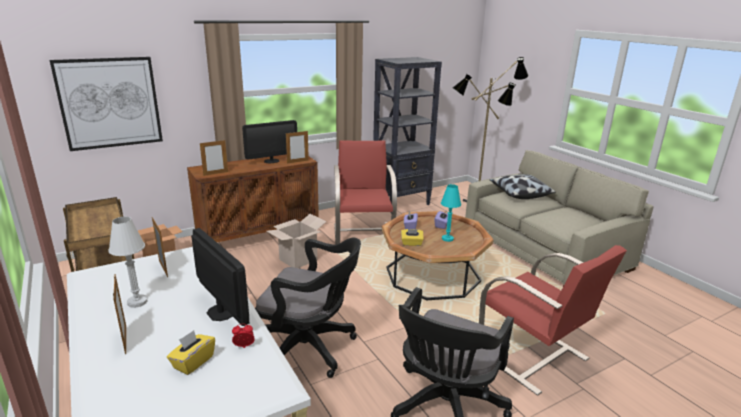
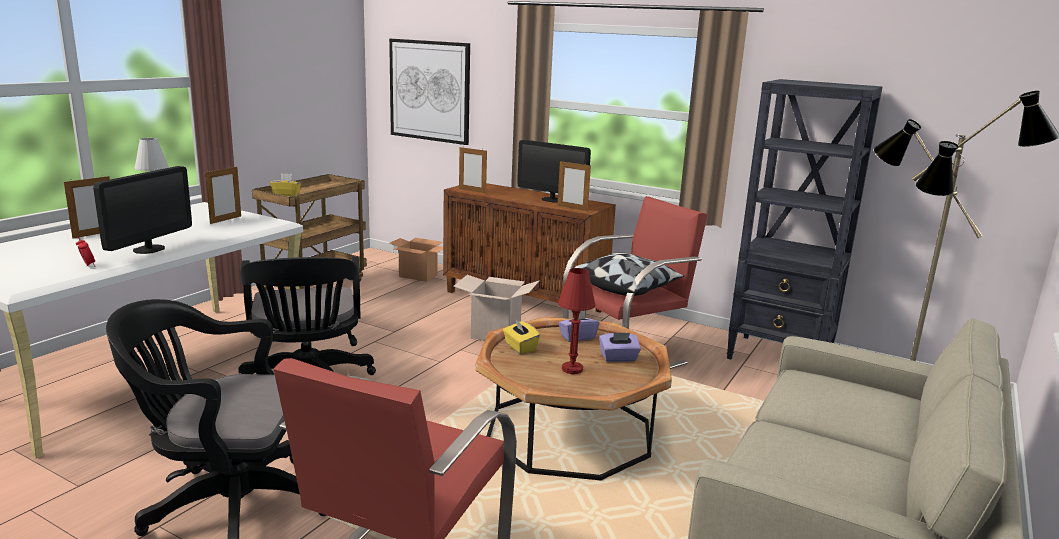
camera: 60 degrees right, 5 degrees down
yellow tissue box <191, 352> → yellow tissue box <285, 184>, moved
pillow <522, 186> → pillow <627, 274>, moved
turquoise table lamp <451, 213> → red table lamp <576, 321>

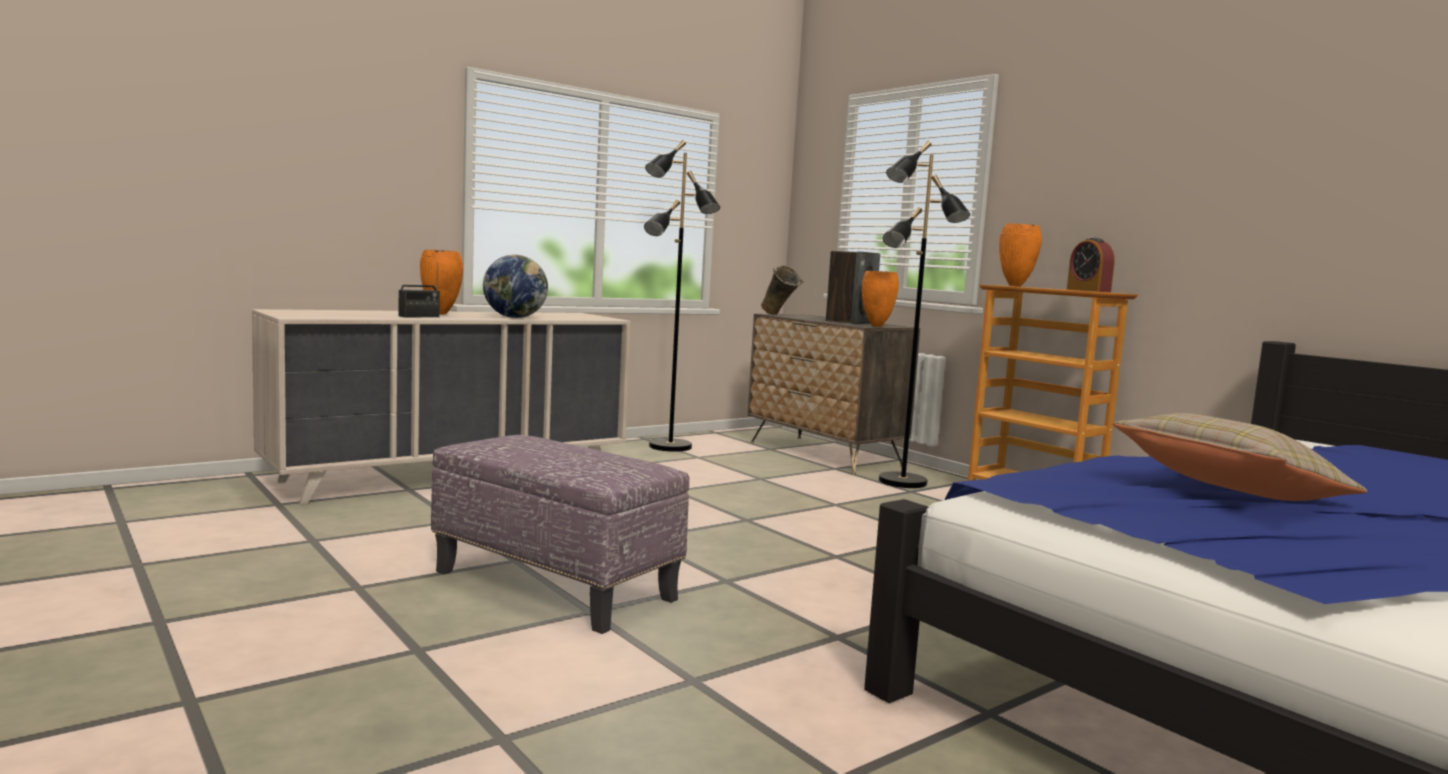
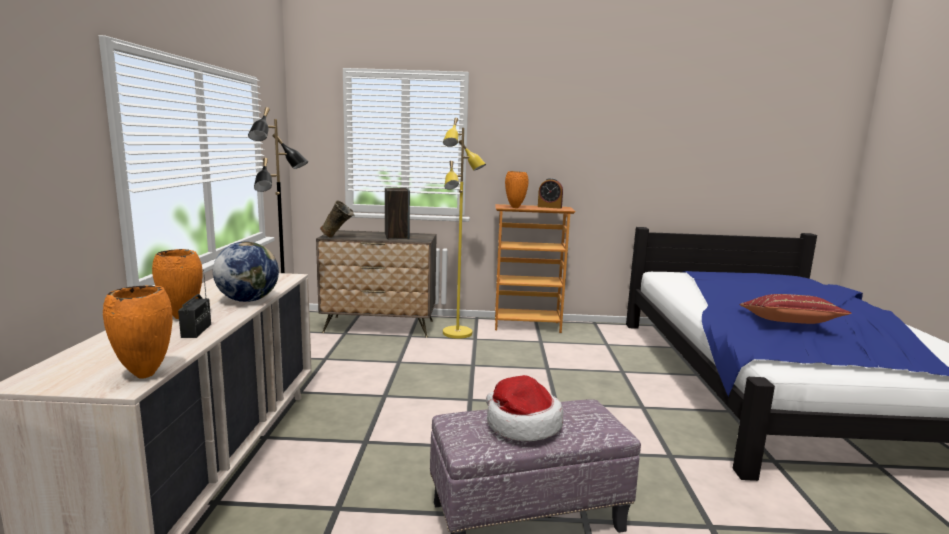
camera: 50 degrees left, 5 degrees up
- → hat <524, 408>
orange vase <880, 299> → orange vase <137, 332>, moved
black floor lamp <924, 314> → yellow floor lamp <464, 228>
beige pillow <1240, 457> → red pillow <795, 309>

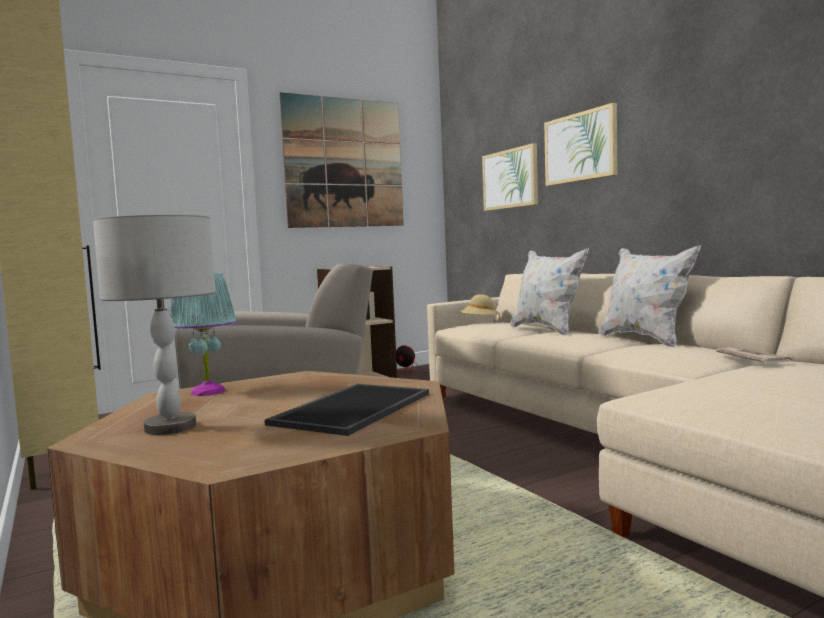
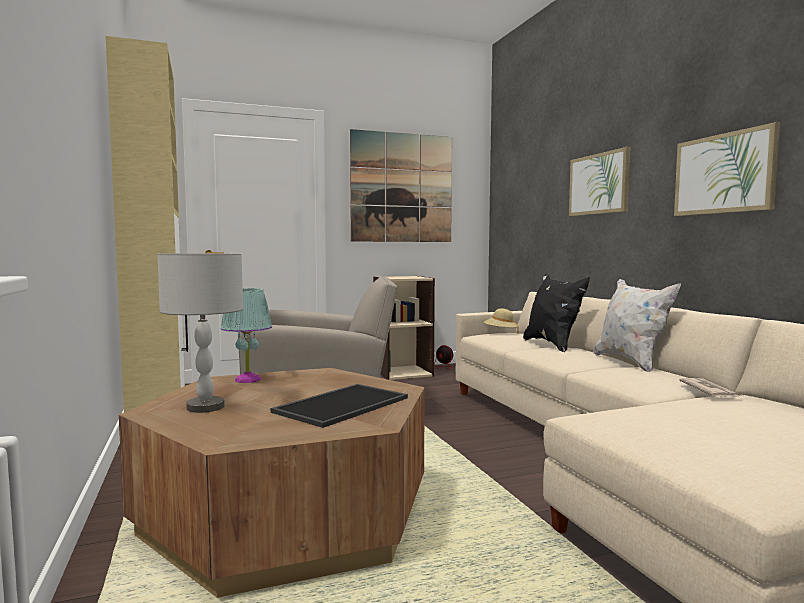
camera: 10 degrees right, 0 degrees up
picture <510, 177> → picture <727, 169>, moved
white pillow <549, 292> → black pillow <556, 313>

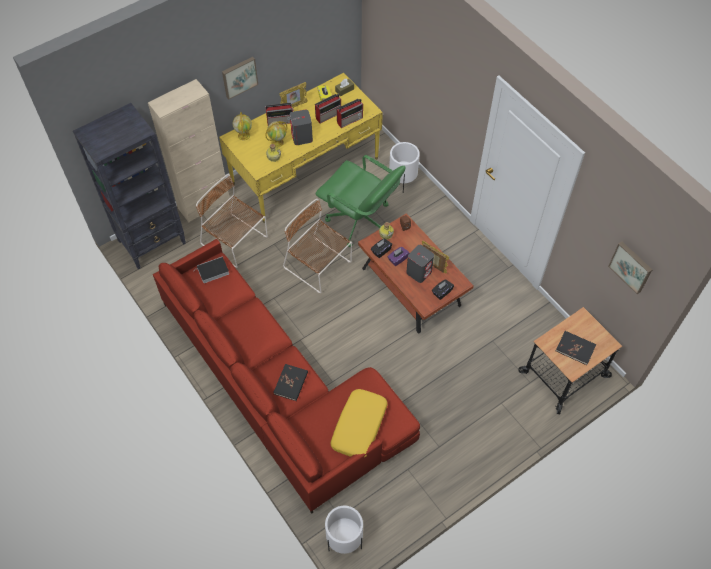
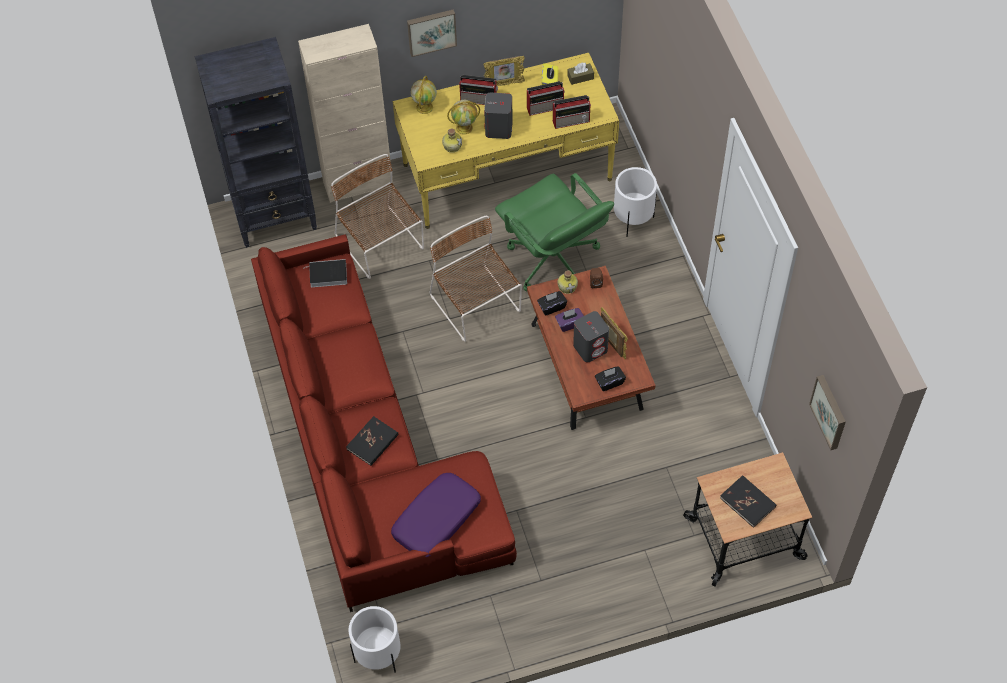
camera: 20 degrees right, 0 degrees up
yellow pillow <359, 423> → purple pillow <436, 515>

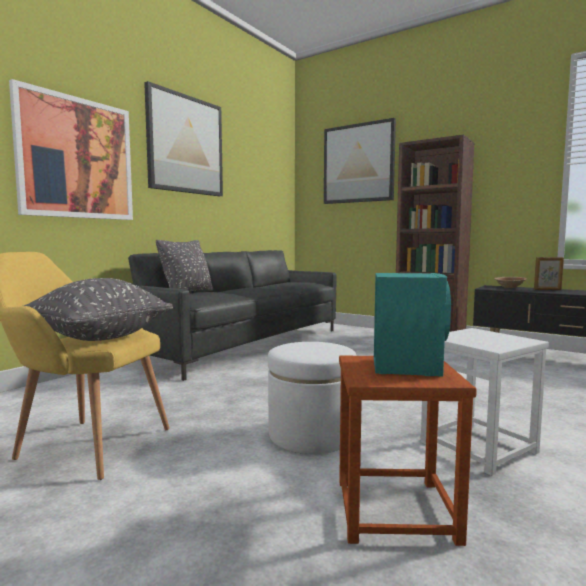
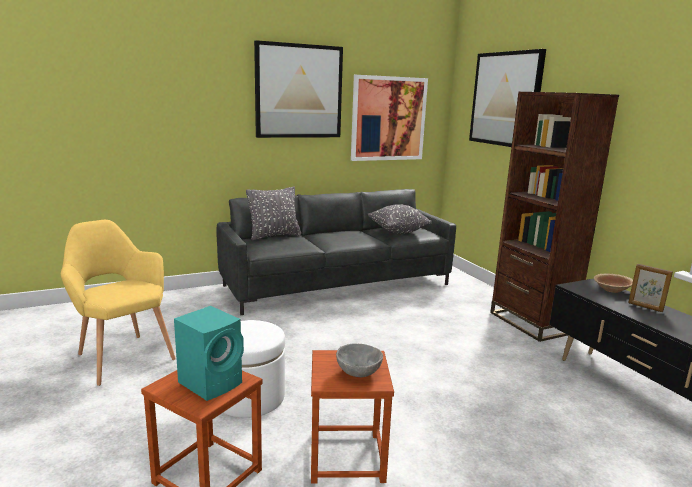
camera: 30 degrees right, 10 degrees up
- → grey bowl <359, 360>
picture <71, 149> → picture <389, 118>, moved
grey pillow <98, 309> → grey pillow <400, 218>, moved
white stool <485, 402> → brown stool <352, 417>

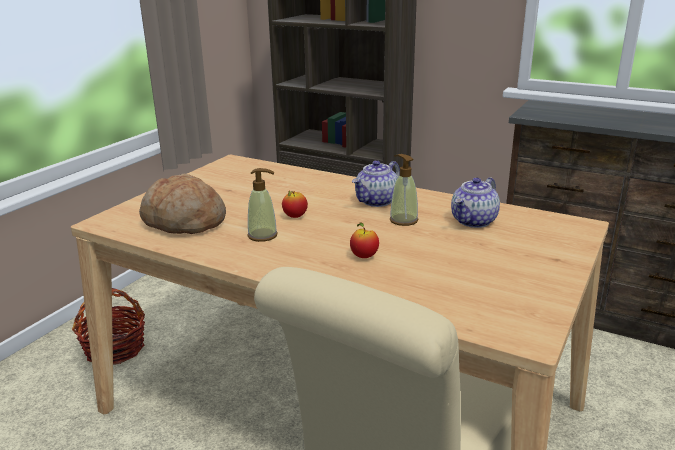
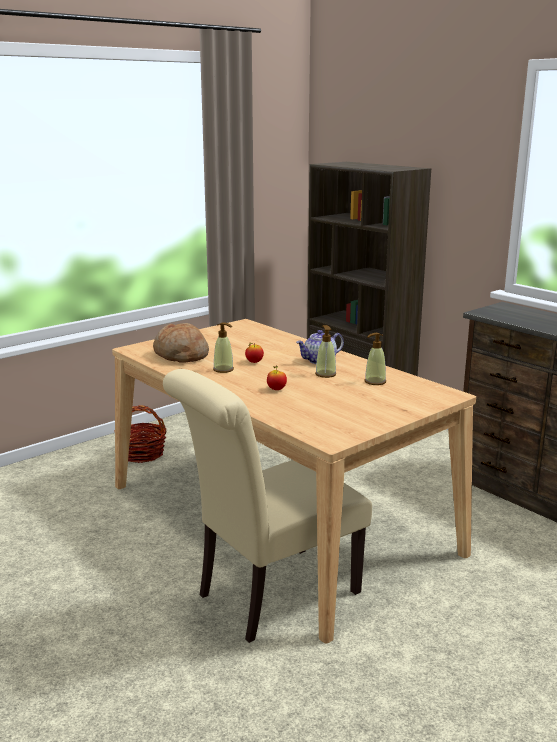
camera: 20 degrees right, 5 degrees down
teapot <475, 202> → soap dispenser <375, 359>

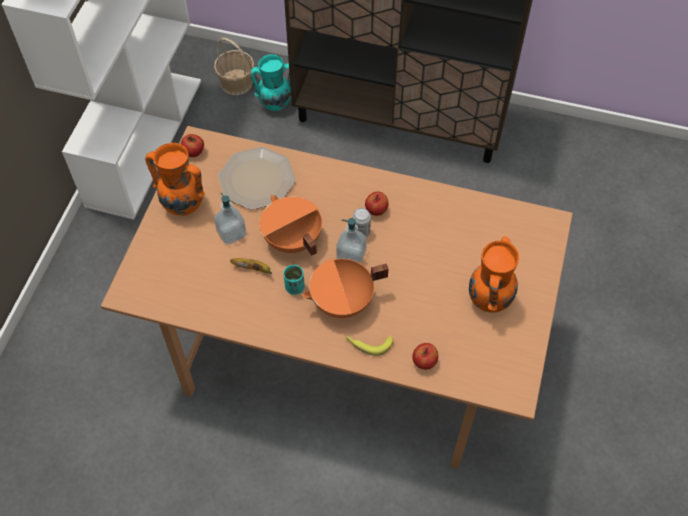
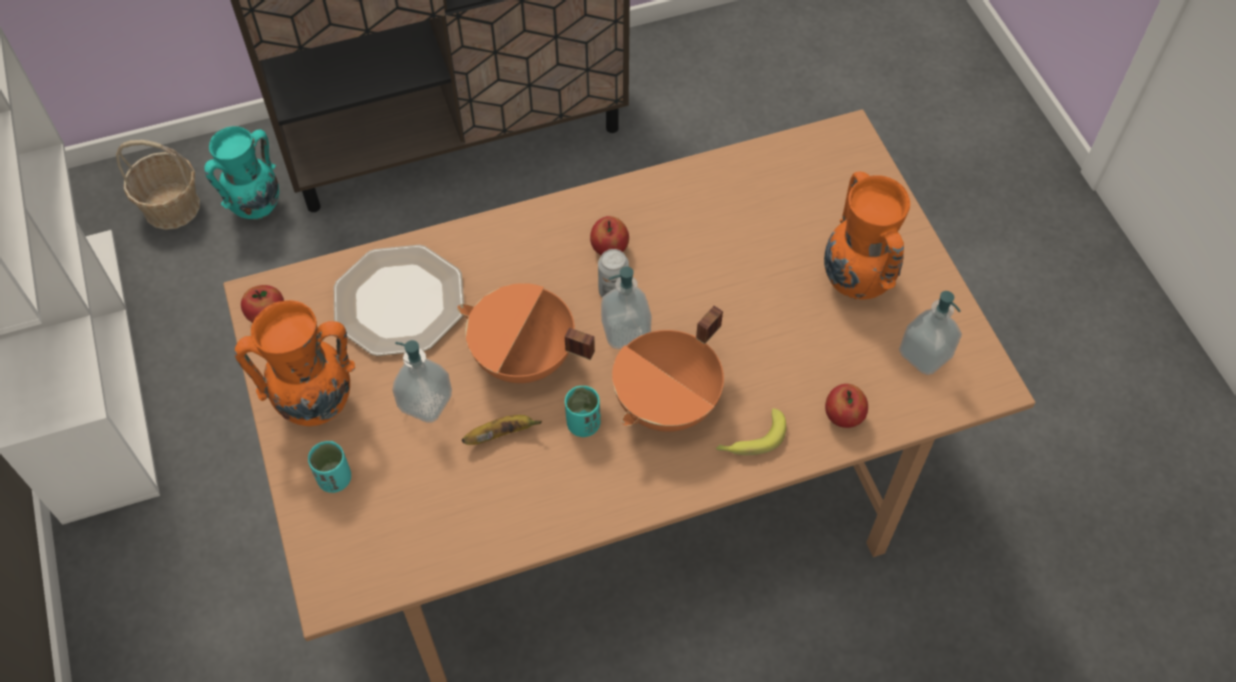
camera: 35 degrees left, 0 degrees up
- → turquoise cup <329, 467>
- → soap dispenser <930, 333>

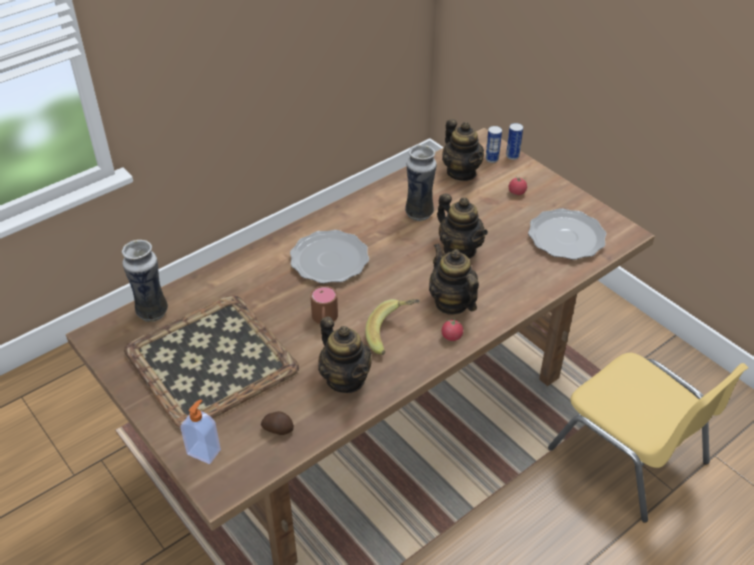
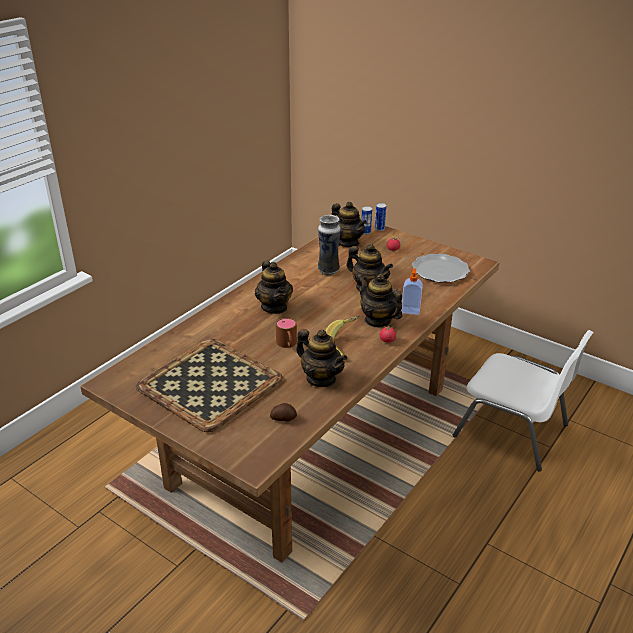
camera: 15 degrees left, 10 degrees down
vase <145, 281> → -
soap dispenser <200, 431> → soap dispenser <412, 291>, moved
plate <329, 256> → teapot <274, 287>
yellow chair <648, 438> → white chair <523, 401>

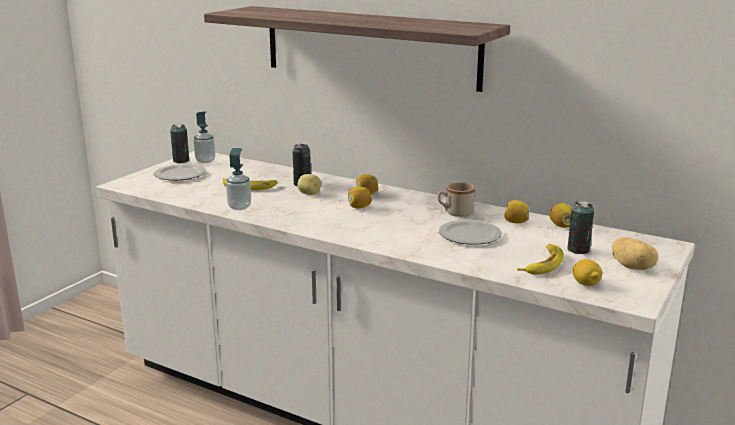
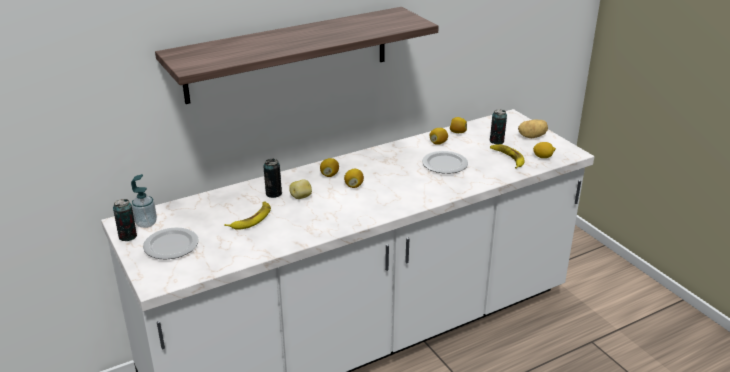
camera: 60 degrees left, 10 degrees up
soap dispenser <238, 179> → -
beige mug <456, 199> → -

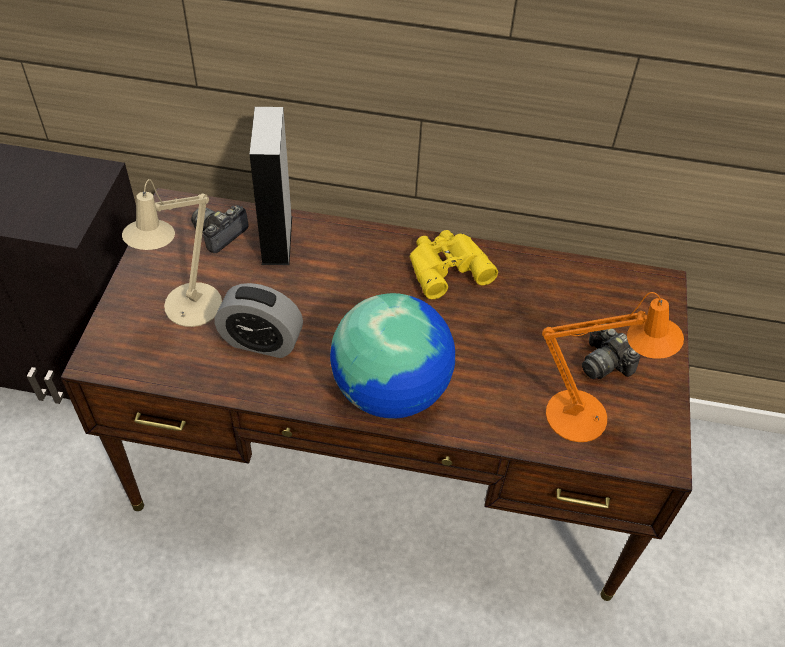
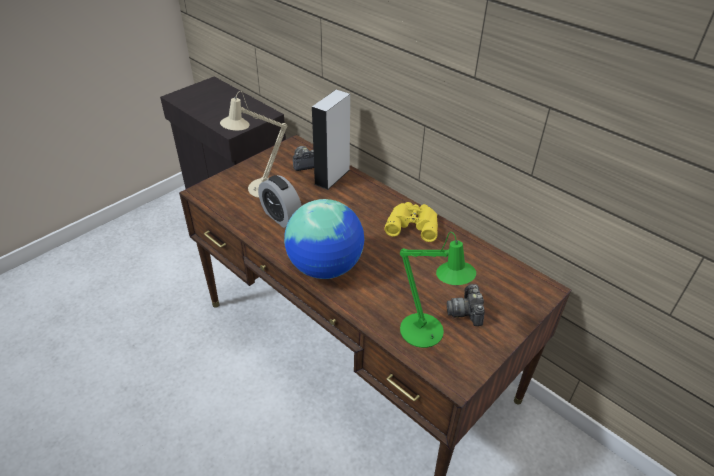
camera: 35 degrees right, 10 degrees down
orange table lamp <613, 367> → green table lamp <438, 290>

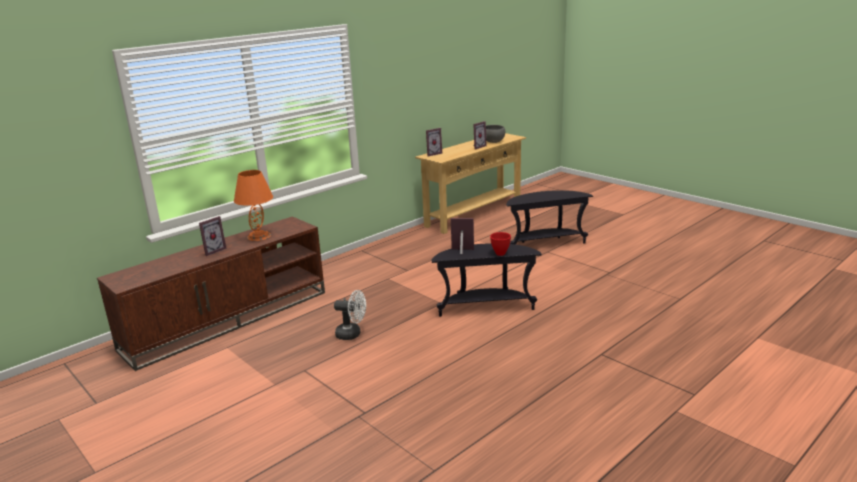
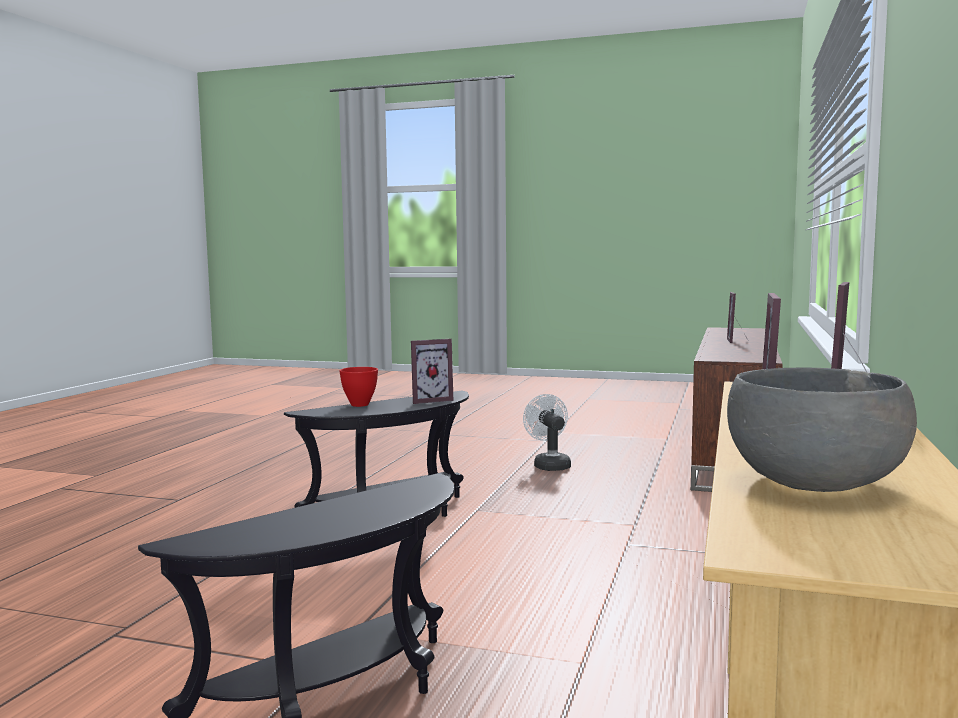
camera: 150 degrees right, 15 degrees down
orange table lamp <253, 205> → -
white fan <350, 315> → white fan <547, 432>, 90 degrees clockwise

